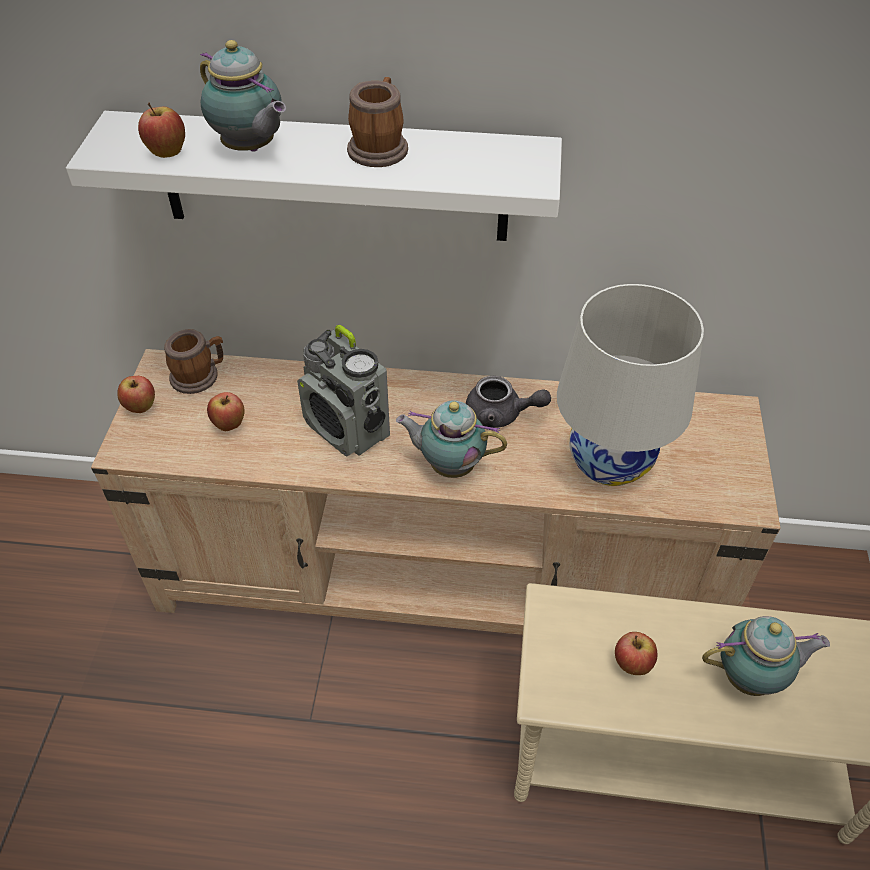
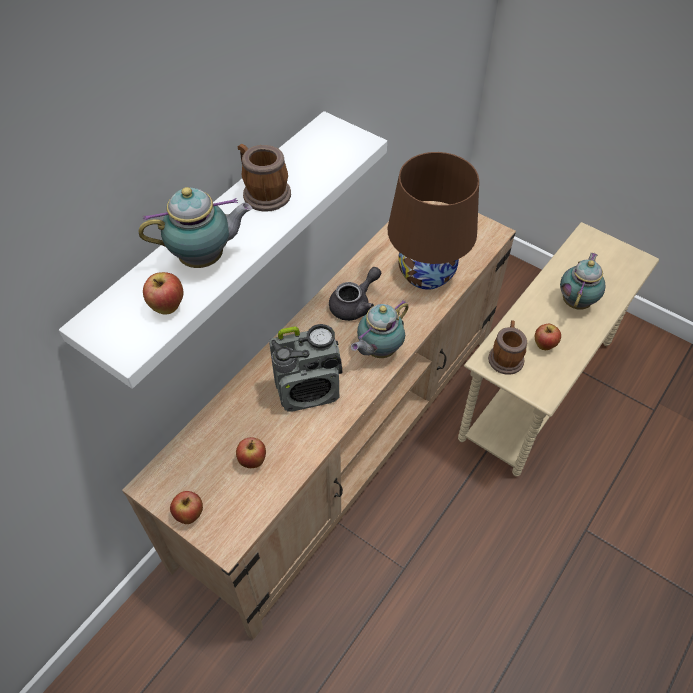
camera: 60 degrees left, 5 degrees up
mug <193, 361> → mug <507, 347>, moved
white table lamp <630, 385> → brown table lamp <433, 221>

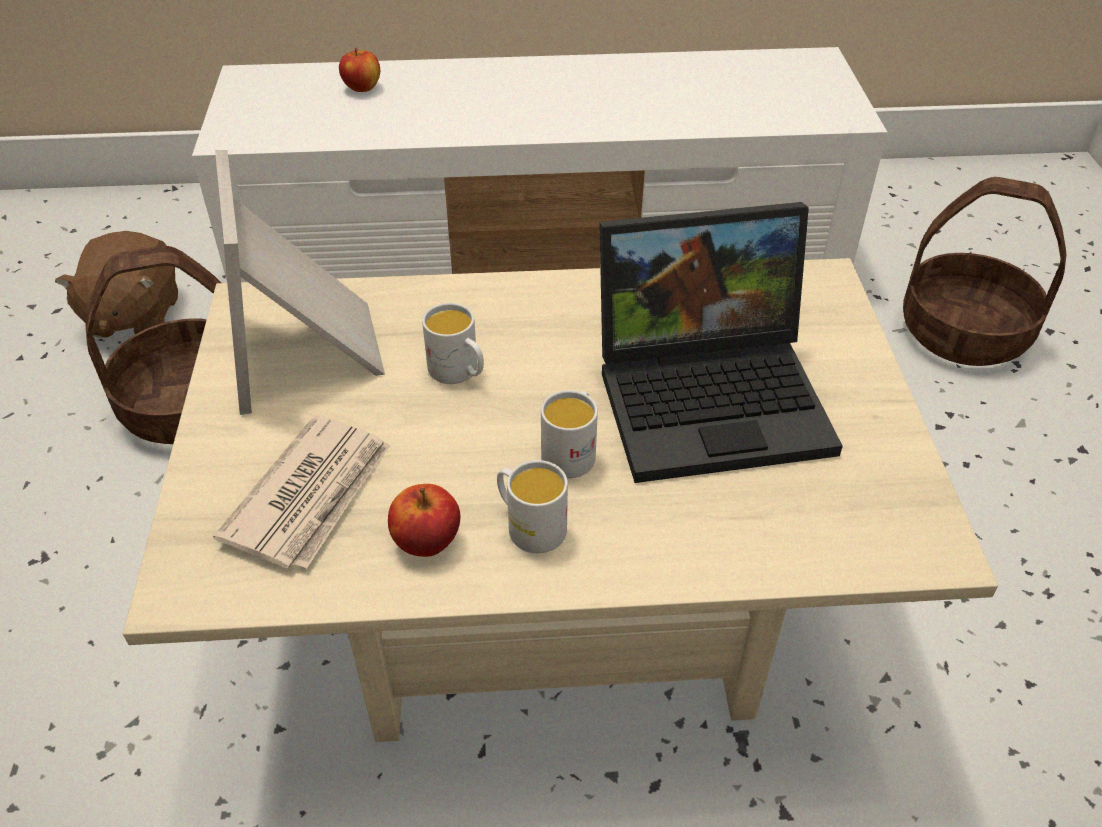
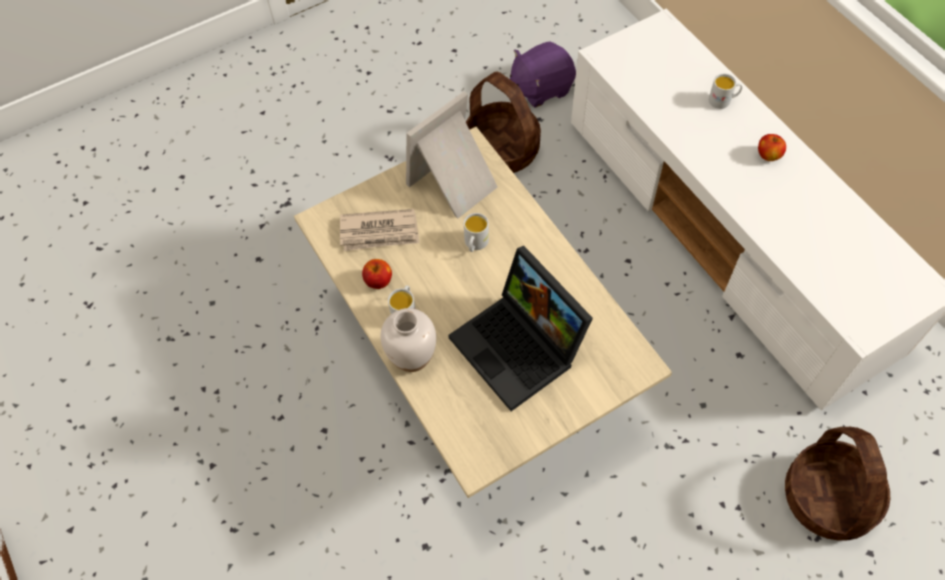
camera: 65 degrees right, 15 degrees up
- → white vase <408, 340>
apple <359, 70> → apple <772, 147>, moved
white mug <569, 434> → white mug <725, 91>, moved
brown plush toy <116, 284> → purple plush toy <543, 74>

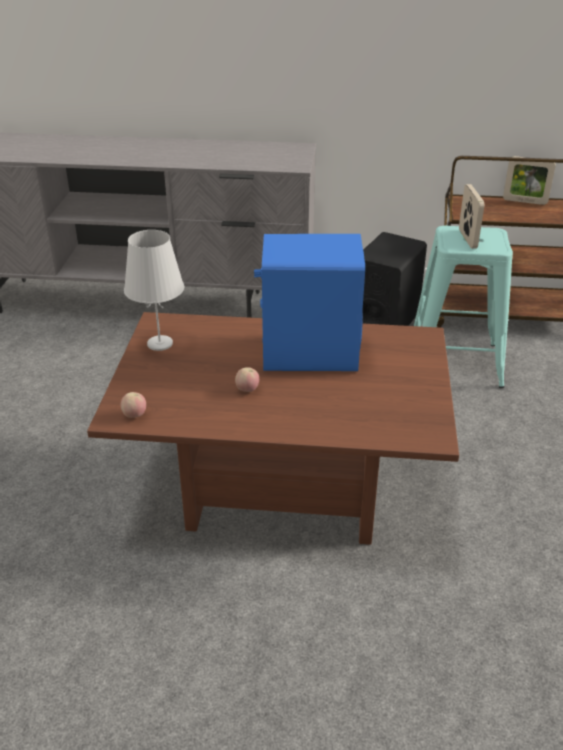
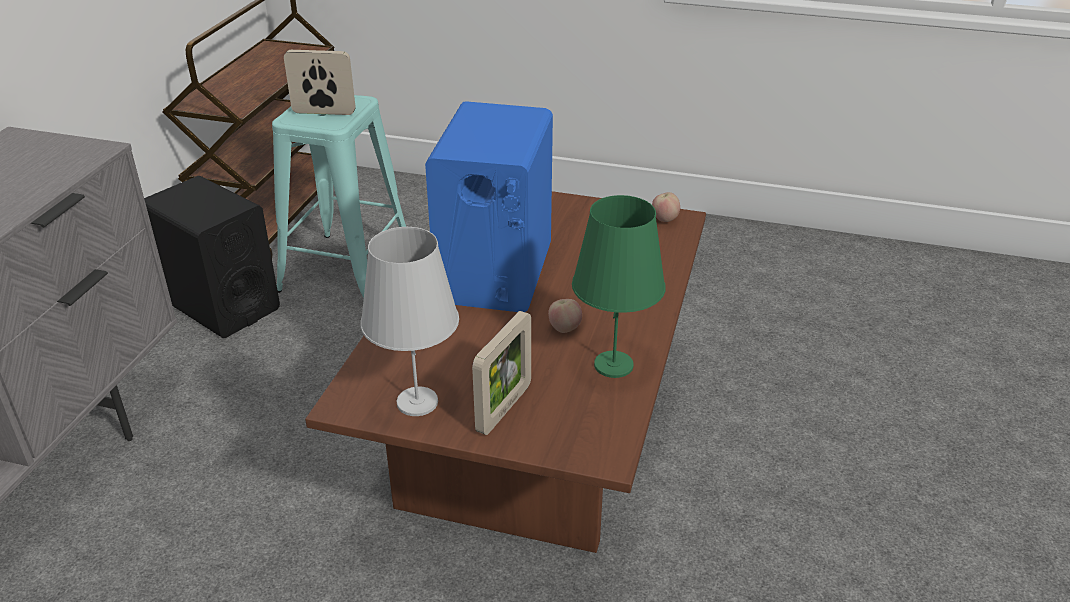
camera: 80 degrees left, 0 degrees up
- → green table lamp <619, 286>
apple <133, 405> → apple <666, 207>, moved
picture frame <529, 180> → picture frame <501, 373>, moved

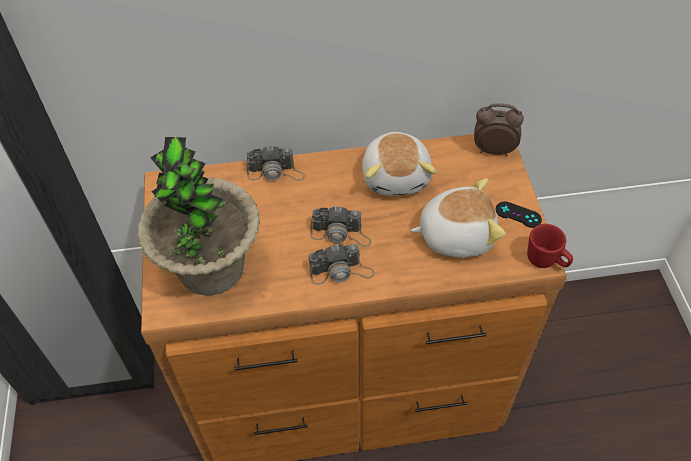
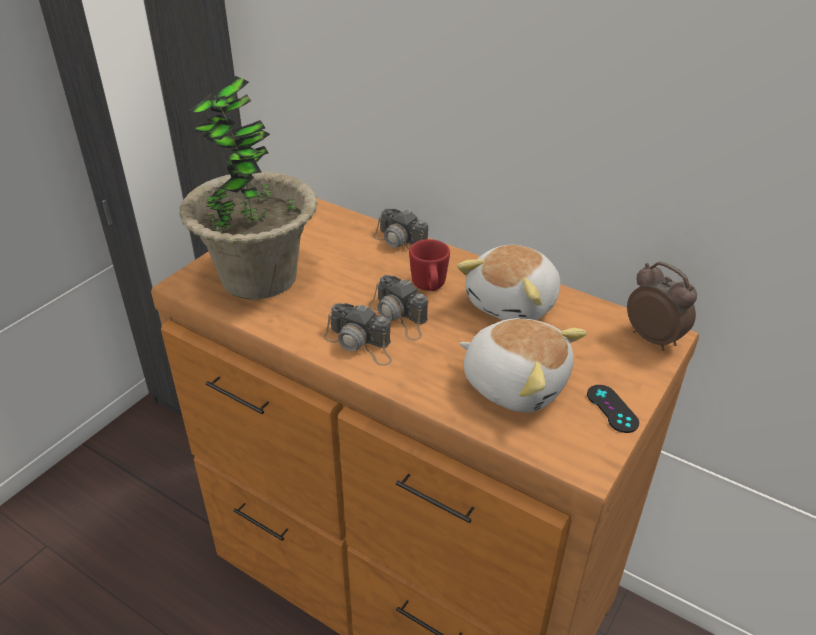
camera: 40 degrees right, 15 degrees down
red mug <550, 246> → red mug <429, 265>, moved

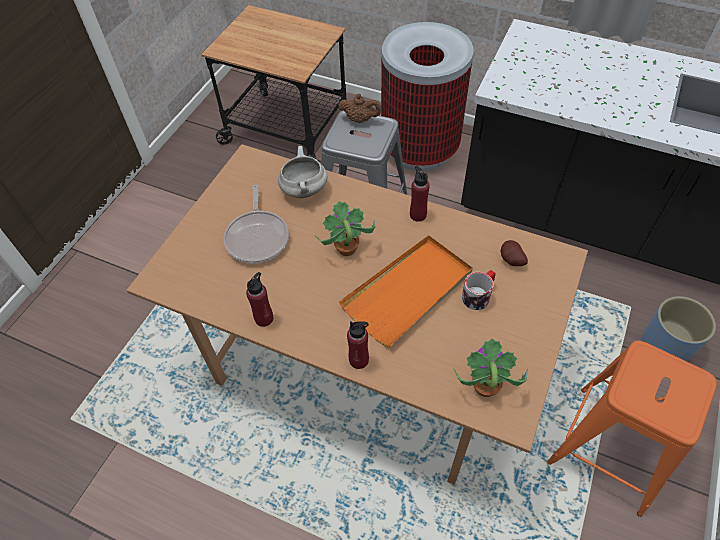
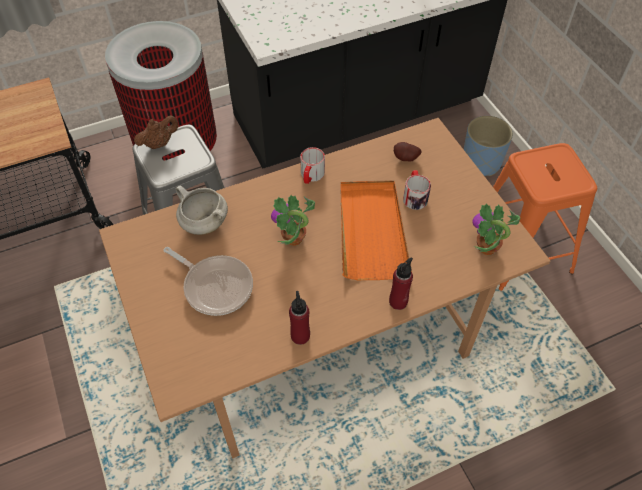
camera: 50 degrees left, 0 degrees up
red bottle <420, 194> → mug <312, 165>

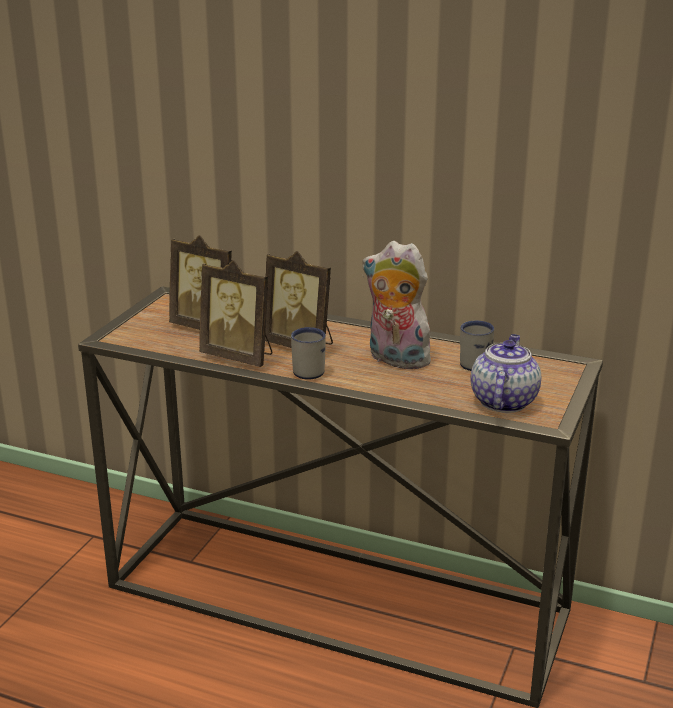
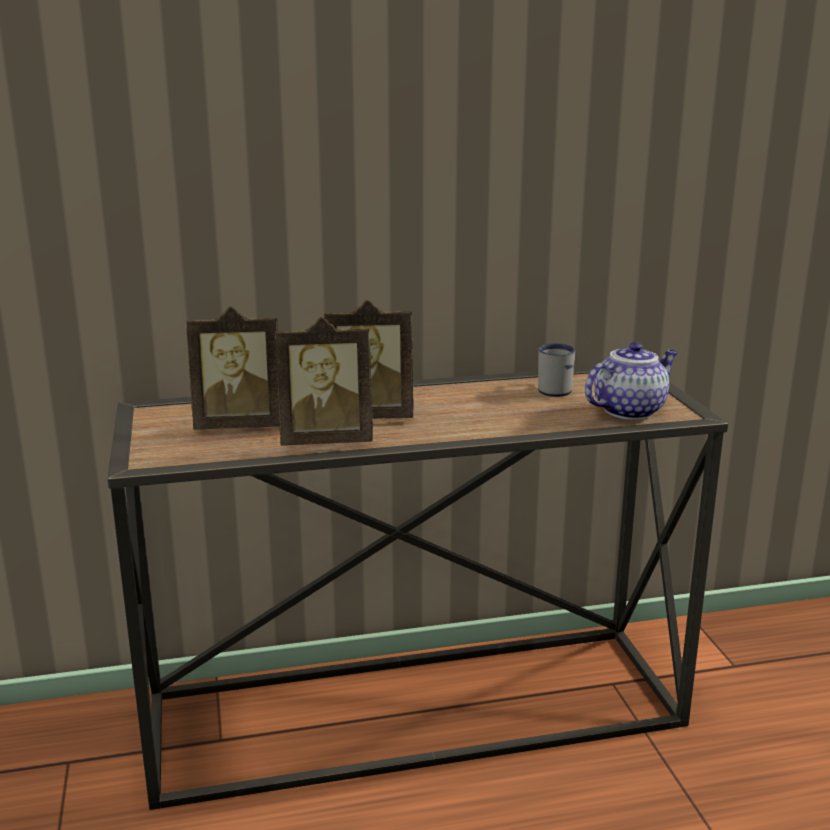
camera: 35 degrees left, 5 degrees down
white mug <308, 353> → -
plush toy <400, 305> → -
teapot <505, 373> → teapot <631, 381>, 75 degrees clockwise

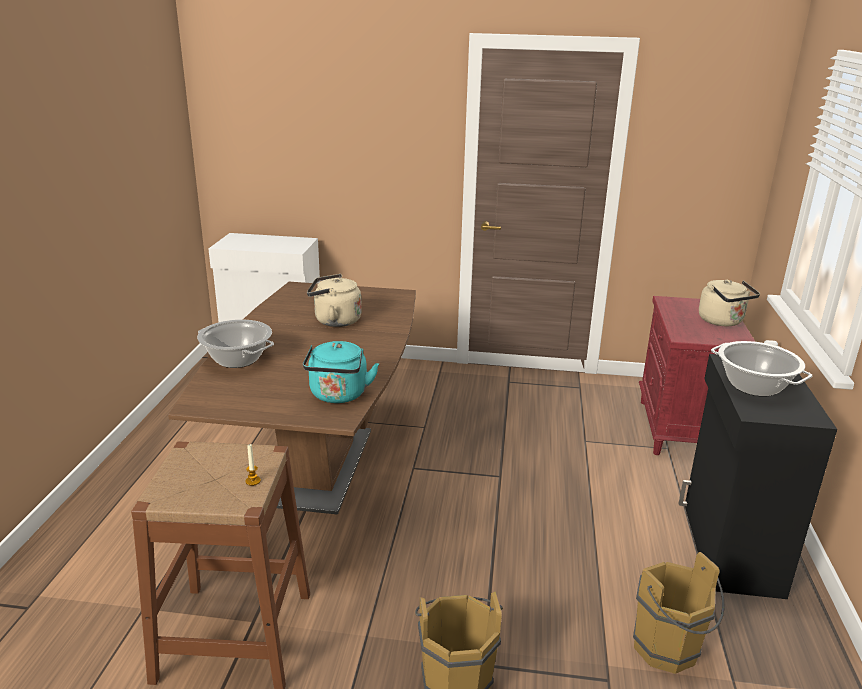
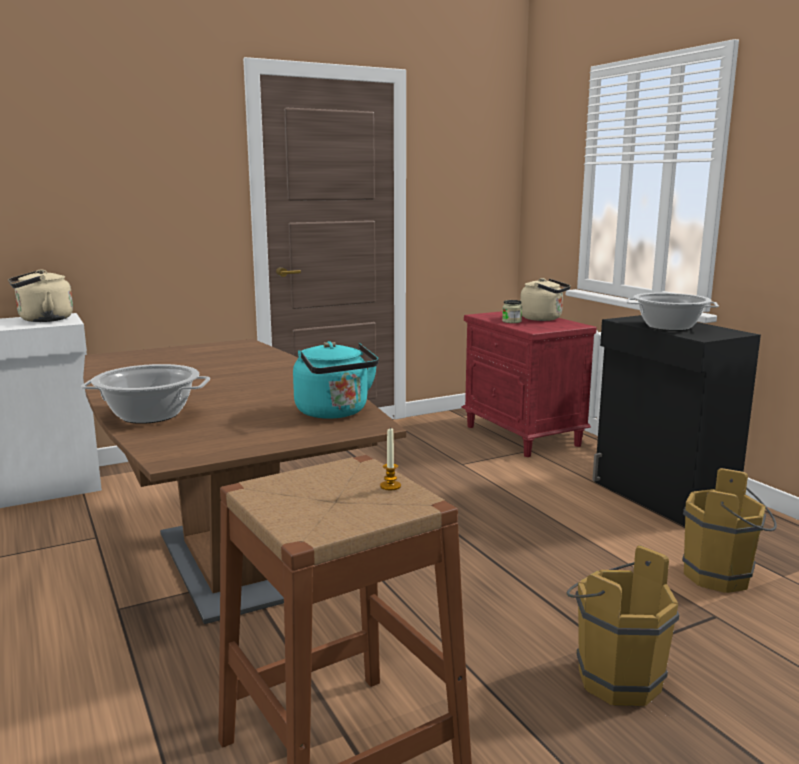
camera: 35 degrees left, 10 degrees down
- → jar <512, 311>
beige kettle <334, 300> → beige kettle <40, 296>, moved

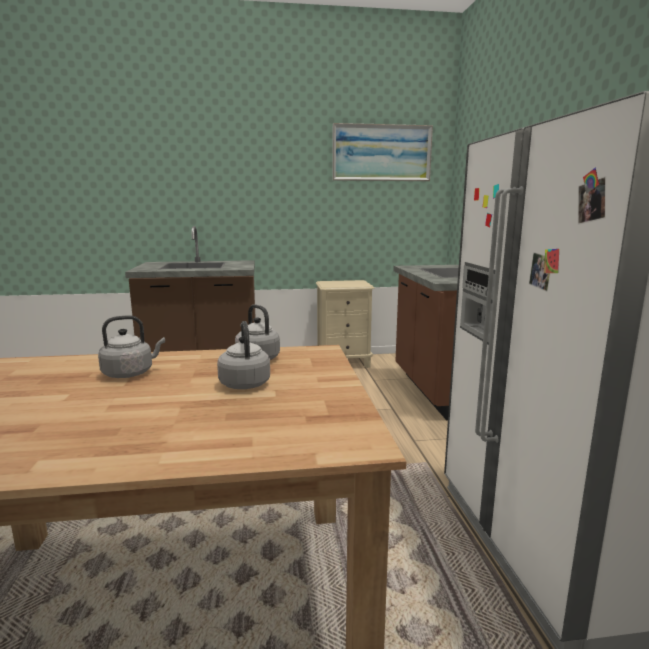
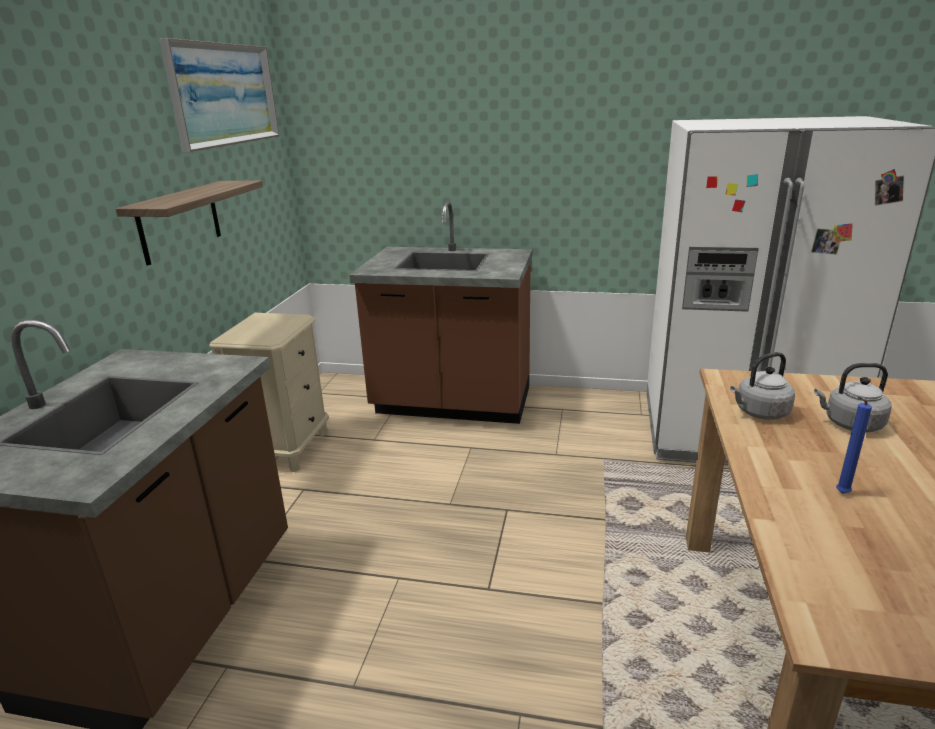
camera: 70 degrees left, 10 degrees up
- → shelf <189, 223>
grey kettle <131, 346> → blue candle <854, 445>

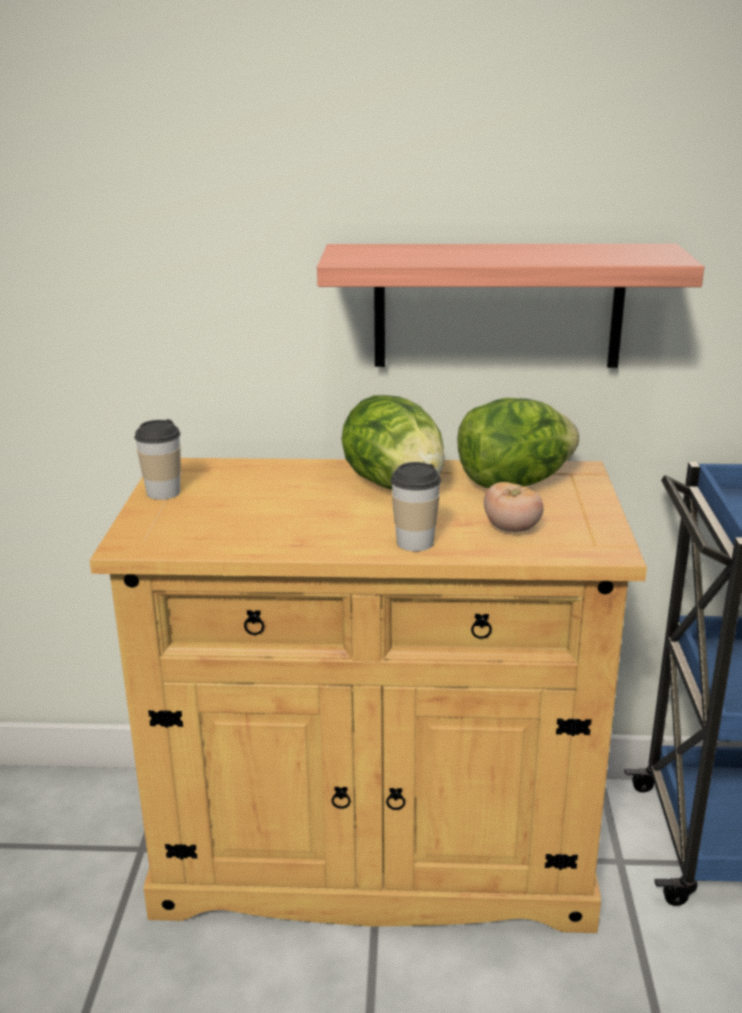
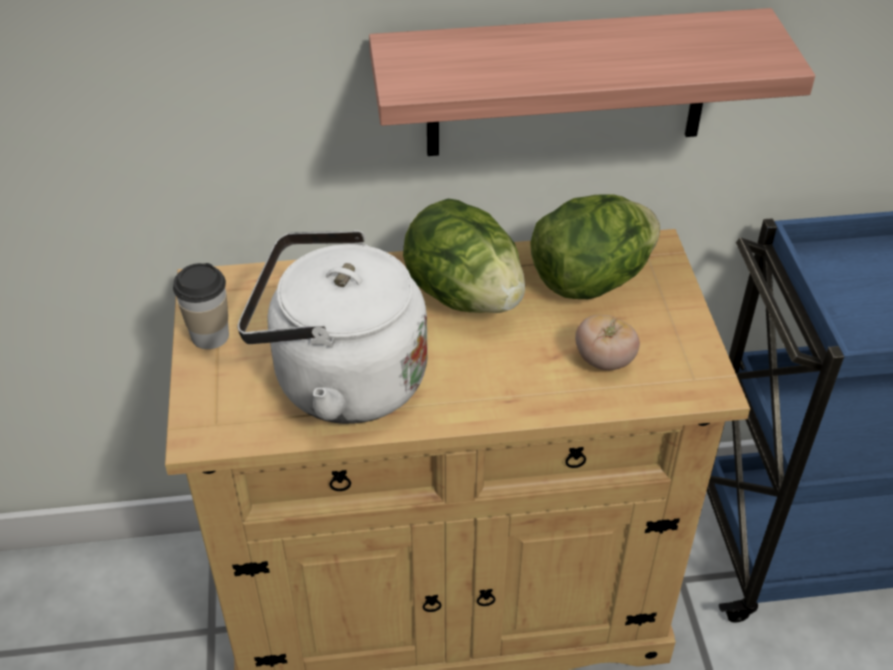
camera: 10 degrees left, 20 degrees up
cup <415, 506> → -
- → white kettle <333, 327>

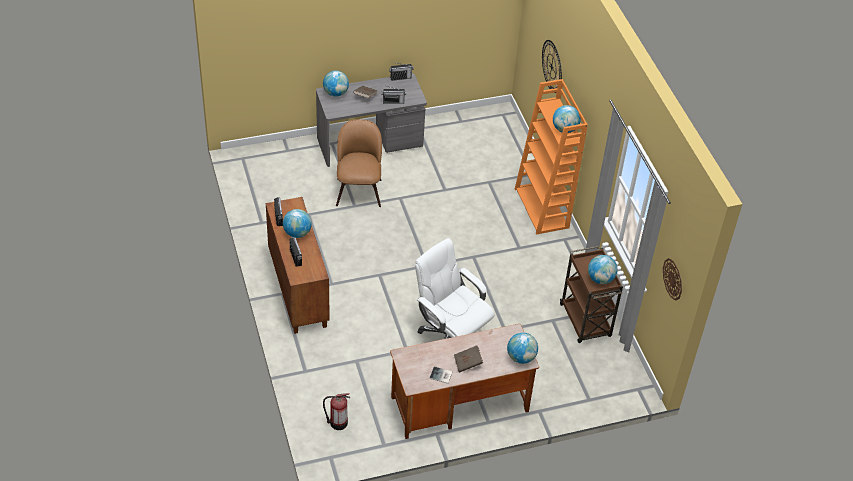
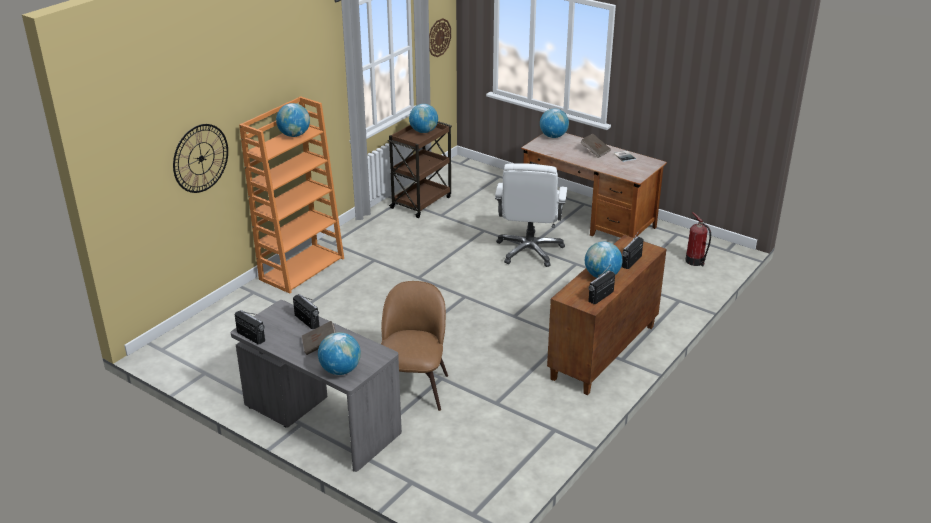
camera: 125 degrees left, 15 degrees down
brown chair <359, 163> → brown chair <414, 346>, 135 degrees clockwise

